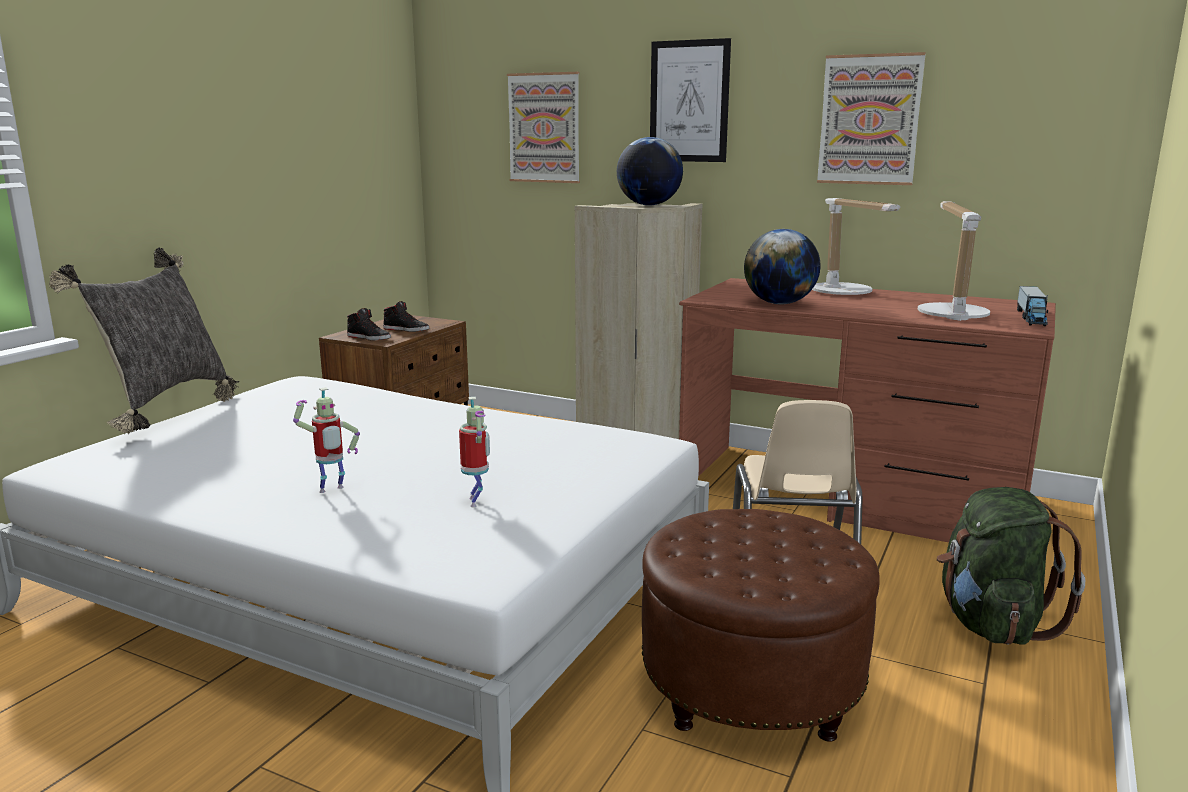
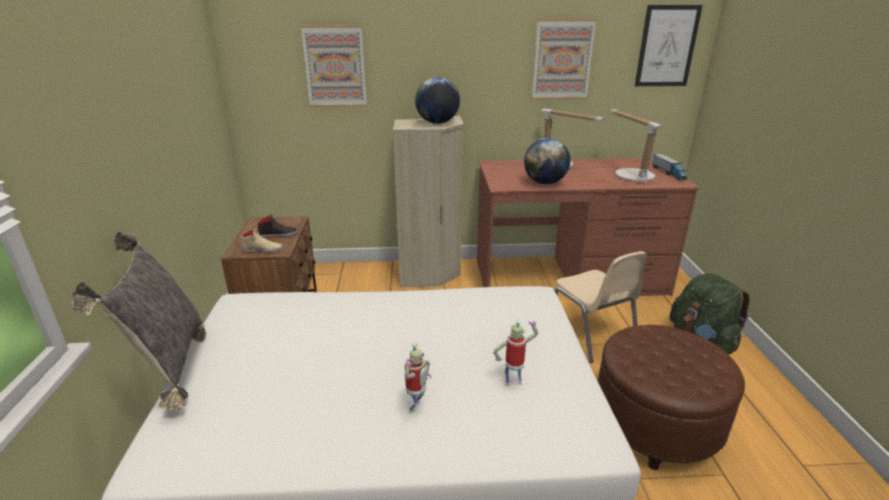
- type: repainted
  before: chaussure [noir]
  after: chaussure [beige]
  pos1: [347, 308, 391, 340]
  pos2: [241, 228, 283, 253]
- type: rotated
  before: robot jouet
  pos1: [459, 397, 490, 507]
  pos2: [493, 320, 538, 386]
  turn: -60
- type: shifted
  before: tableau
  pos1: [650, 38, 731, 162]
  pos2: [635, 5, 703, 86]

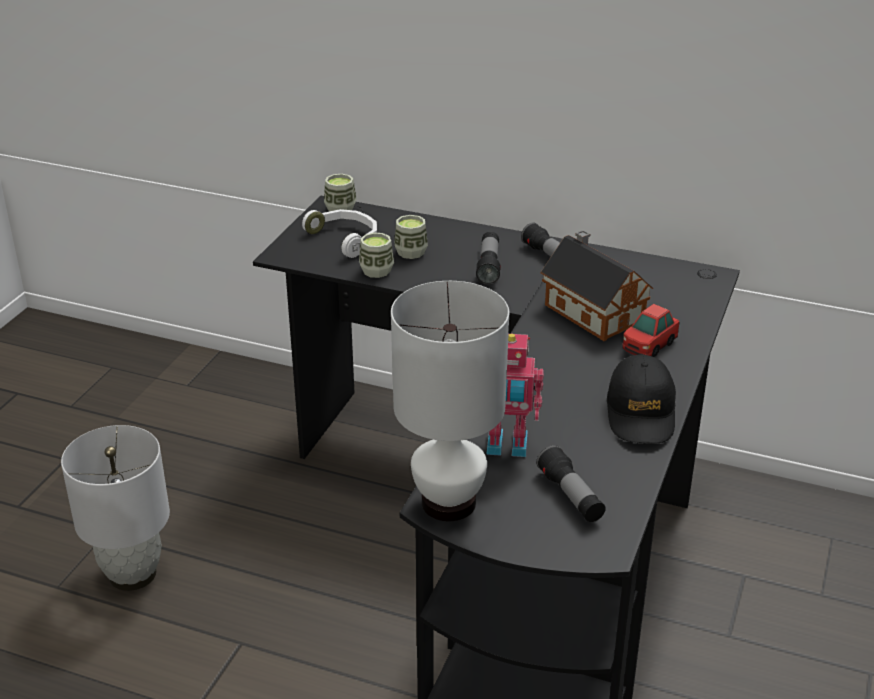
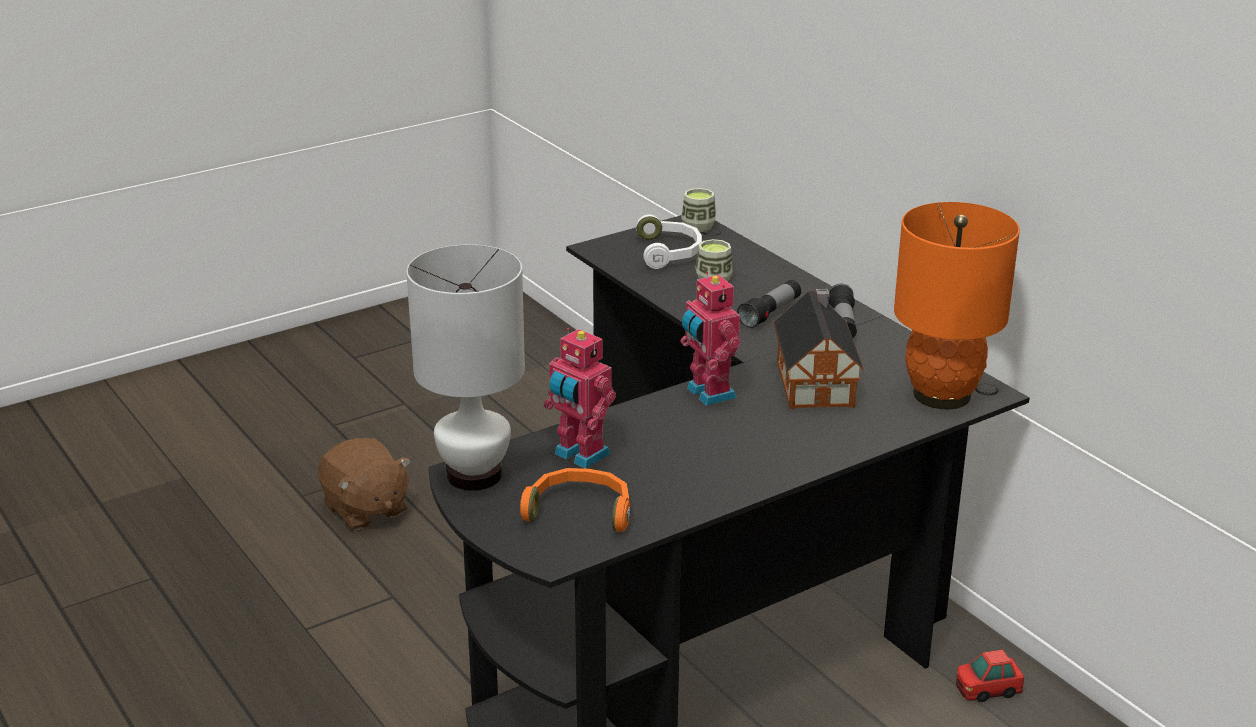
- type: swapped
  before: lampe de table [blanc]
  after: peluche [marron]
  pos1: [61, 425, 170, 591]
  pos2: [318, 438, 411, 530]
- type: gone
  before: tasse
  pos1: [359, 233, 394, 278]
- type: swapped
  before: lampe de poche
  after: casque audio [orange]
  pos1: [536, 445, 606, 522]
  pos2: [520, 468, 630, 532]
- type: gone
  before: casquette [noir]
  pos1: [607, 354, 676, 444]
- type: shifted
  before: petite voiture
  pos1: [622, 304, 680, 357]
  pos2: [956, 650, 1024, 702]
- type: new
  after: robot jouet
  pos2: [681, 272, 740, 406]
- type: new
  after: lampe de table [orange]
  pos2: [894, 202, 1020, 409]

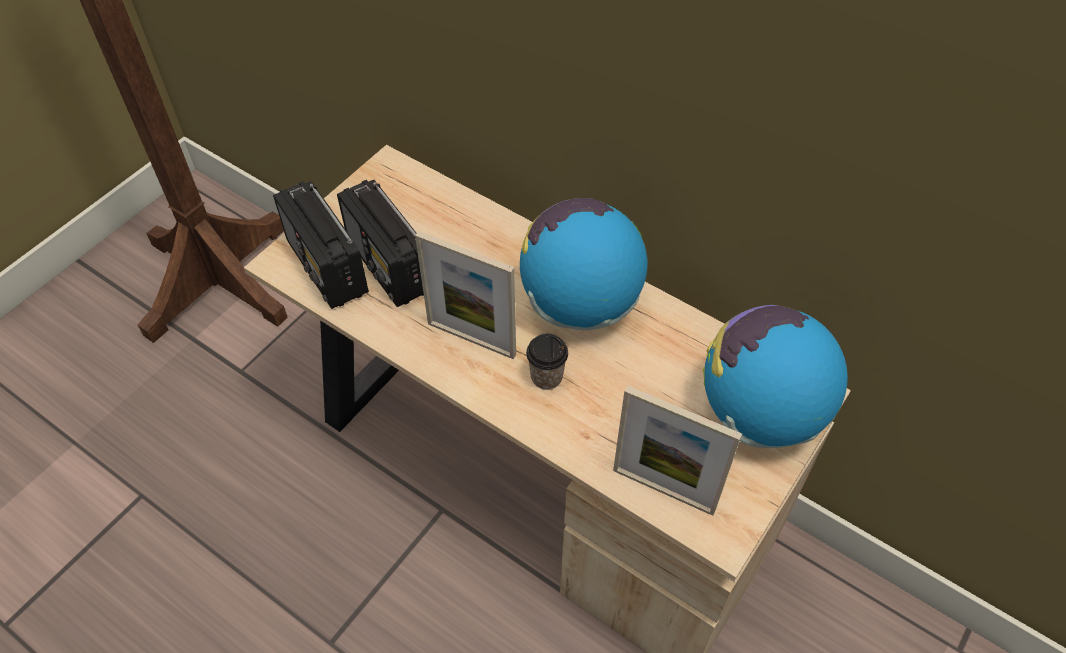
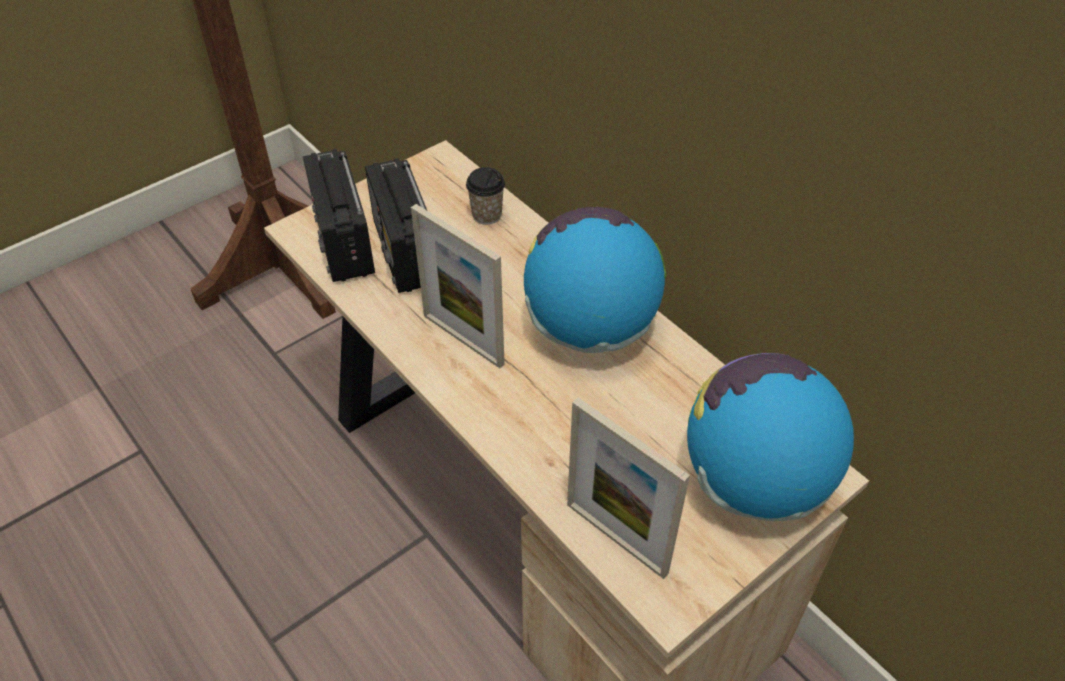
- type: shifted
  before: tasse
  pos1: [526, 334, 568, 390]
  pos2: [466, 167, 505, 225]

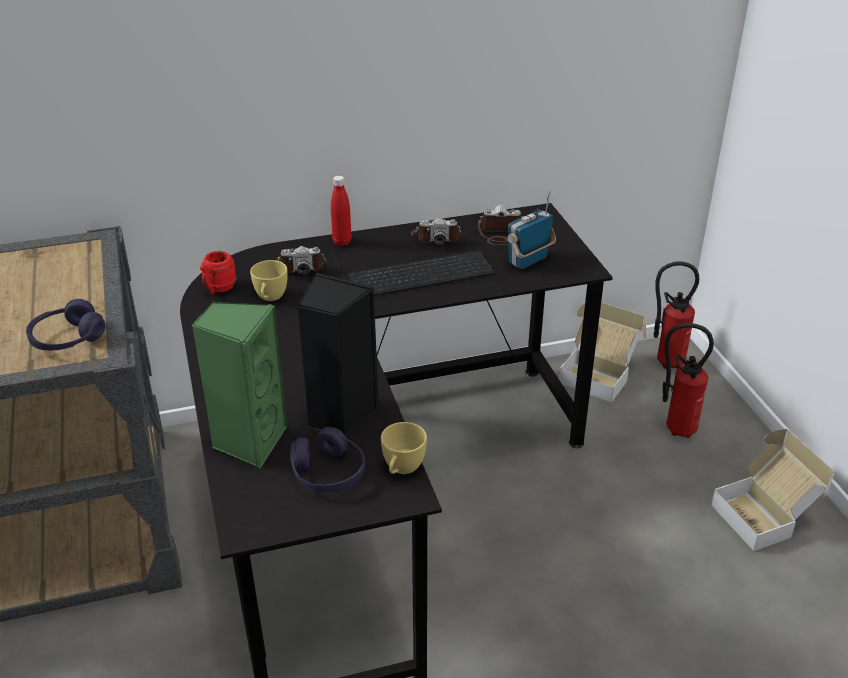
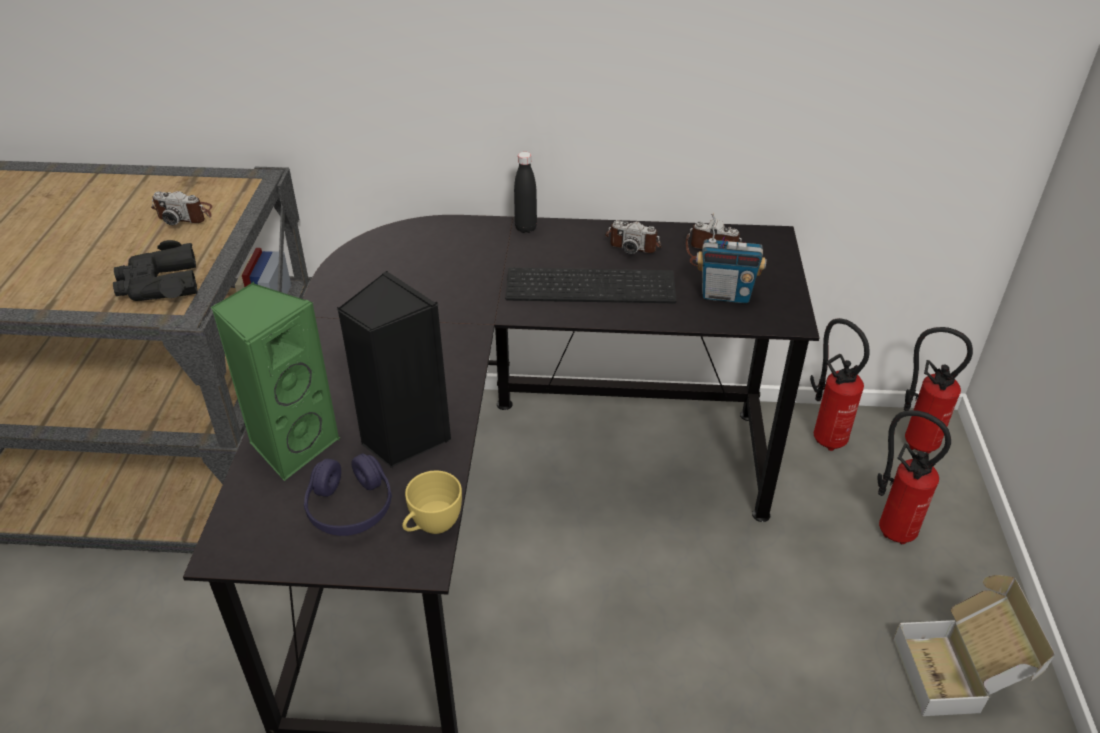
- type: swapped
  before: casque audio [violet]
  after: jumelles [noir]
  pos1: [26, 299, 105, 350]
  pos2: [113, 240, 198, 301]
- type: gone
  before: mug [rouge]
  pos1: [200, 251, 237, 295]
- type: gone
  before: tasse [jaune]
  pos1: [250, 260, 288, 301]
- type: shifted
  before: appareil photo
  pos1: [275, 246, 327, 275]
  pos2: [151, 191, 213, 225]
- type: repainted
  before: bouteille [rouge]
  after: bouteille [noir]
  pos1: [331, 176, 352, 246]
  pos2: [514, 152, 537, 233]
- type: rotated
  before: radio
  pos1: [508, 191, 556, 269]
  pos2: [696, 213, 766, 303]
  turn: -150
- type: swapped
  before: carton
  after: extincteur
  pos1: [558, 302, 646, 403]
  pos2: [810, 318, 870, 451]

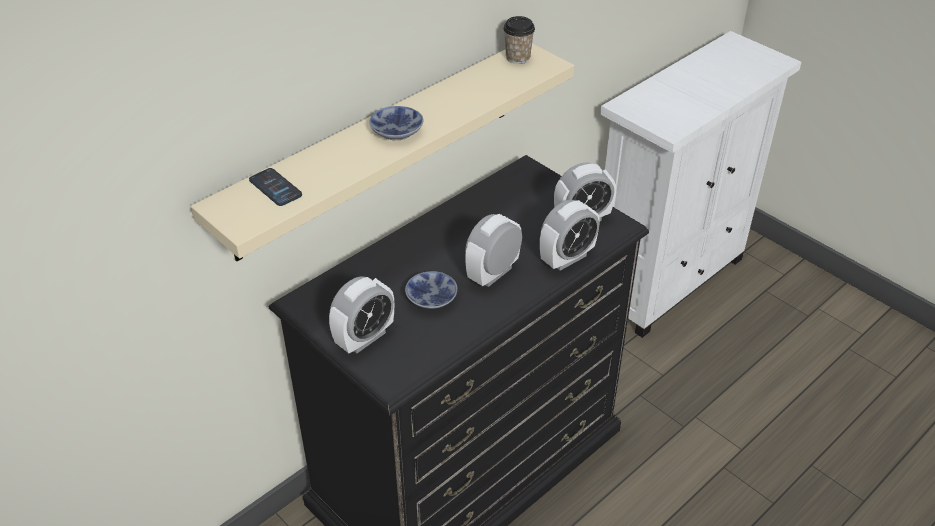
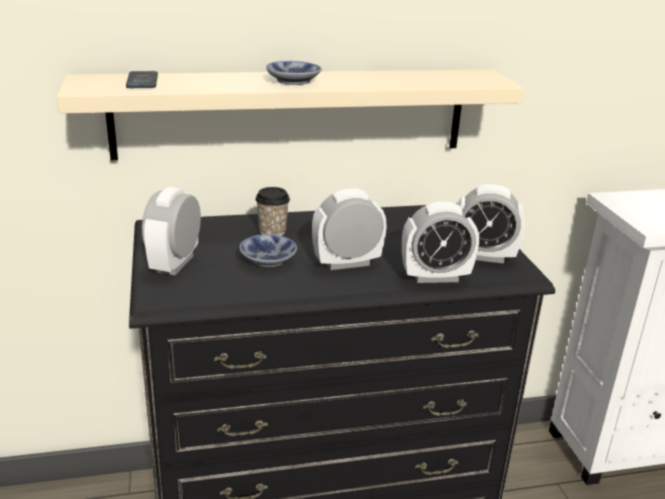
- type: rotated
  before: réveil
  pos1: [329, 276, 394, 353]
  pos2: [142, 187, 201, 275]
  turn: 120
- type: shifted
  before: tasse
  pos1: [503, 16, 535, 64]
  pos2: [255, 187, 290, 236]

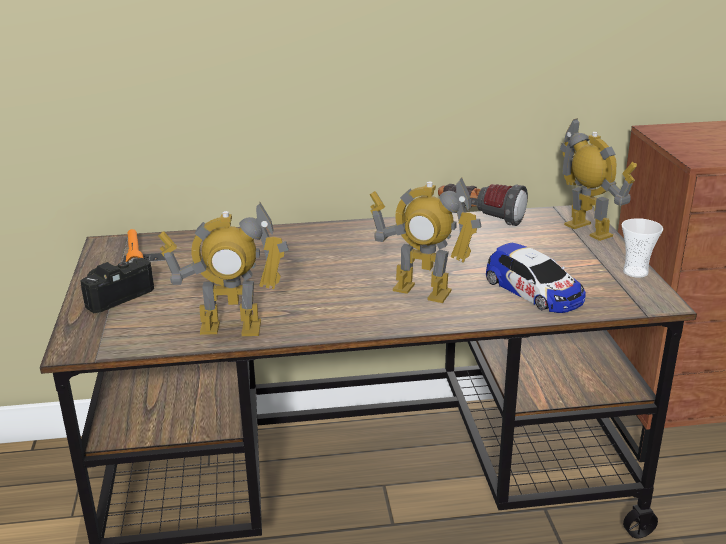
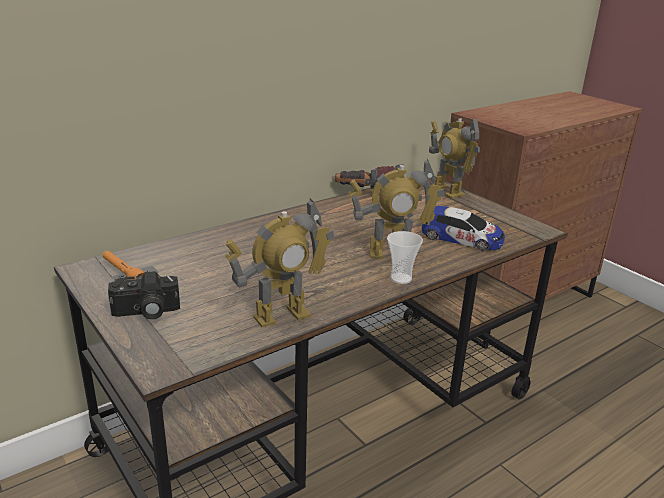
- type: rotated
  before: appareil photo
  pos1: [80, 258, 154, 313]
  pos2: [108, 271, 180, 320]
  turn: -120
- type: rotated
  before: robot jouet
  pos1: [560, 118, 637, 241]
  pos2: [429, 118, 480, 199]
  turn: -150
- type: shifted
  before: tasse
  pos1: [622, 218, 663, 278]
  pos2: [387, 231, 423, 284]

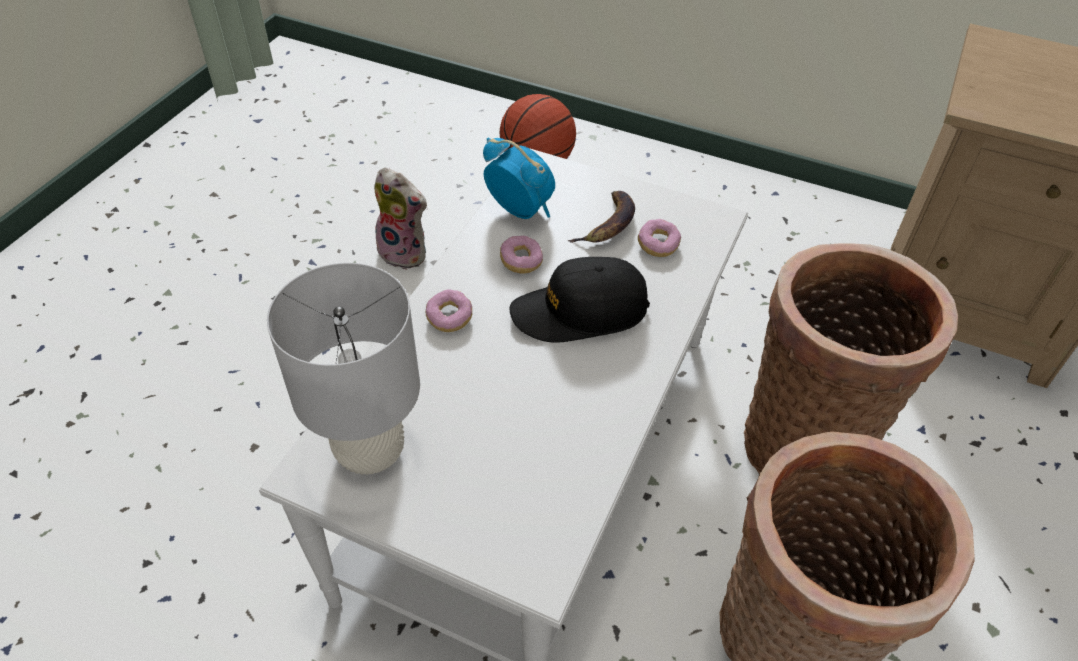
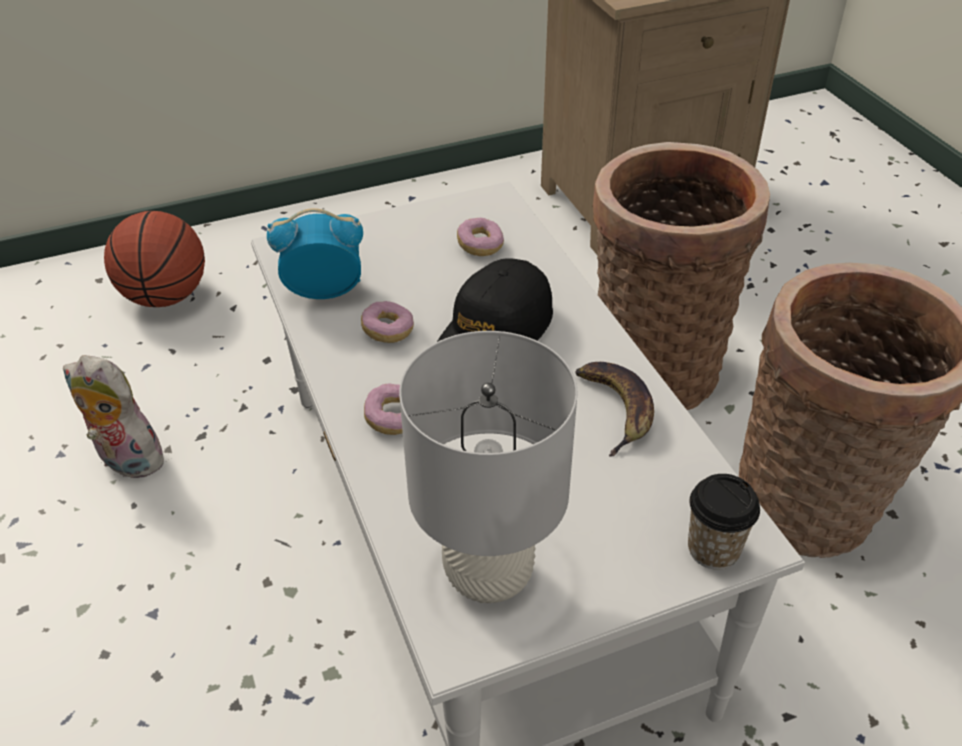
- type: rotated
  before: peluche
  pos1: [374, 167, 428, 270]
  pos2: [63, 355, 166, 478]
  turn: -135
- type: shifted
  before: banane
  pos1: [568, 191, 635, 243]
  pos2: [575, 362, 654, 457]
- type: new
  after: tasse
  pos2: [688, 474, 760, 570]

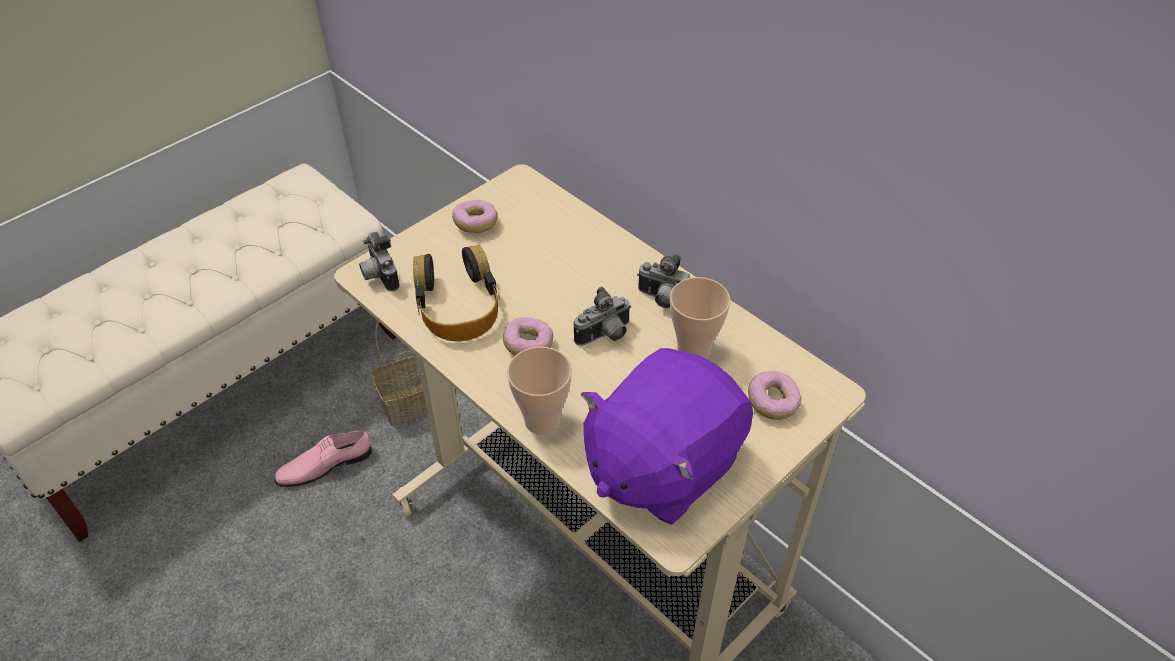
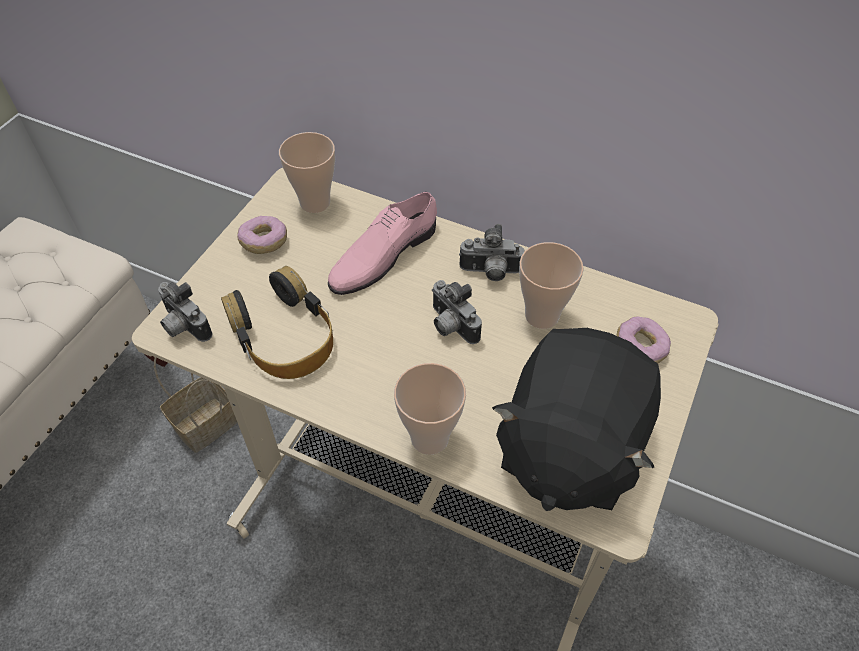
- type: shifted
  before: chaussure [rose]
  pos1: [275, 431, 372, 487]
  pos2: [328, 192, 437, 295]
- type: gone
  before: beignet
  pos1: [503, 317, 553, 355]
- type: rotated
  before: appareil photo
  pos1: [574, 287, 631, 346]
  pos2: [432, 280, 482, 344]
  turn: 105
- type: repainted
  before: peluche [violet]
  after: peluche [noir]
  pos1: [581, 348, 753, 525]
  pos2: [492, 328, 661, 511]
- type: new
  after: tasse
  pos2: [279, 132, 335, 213]

